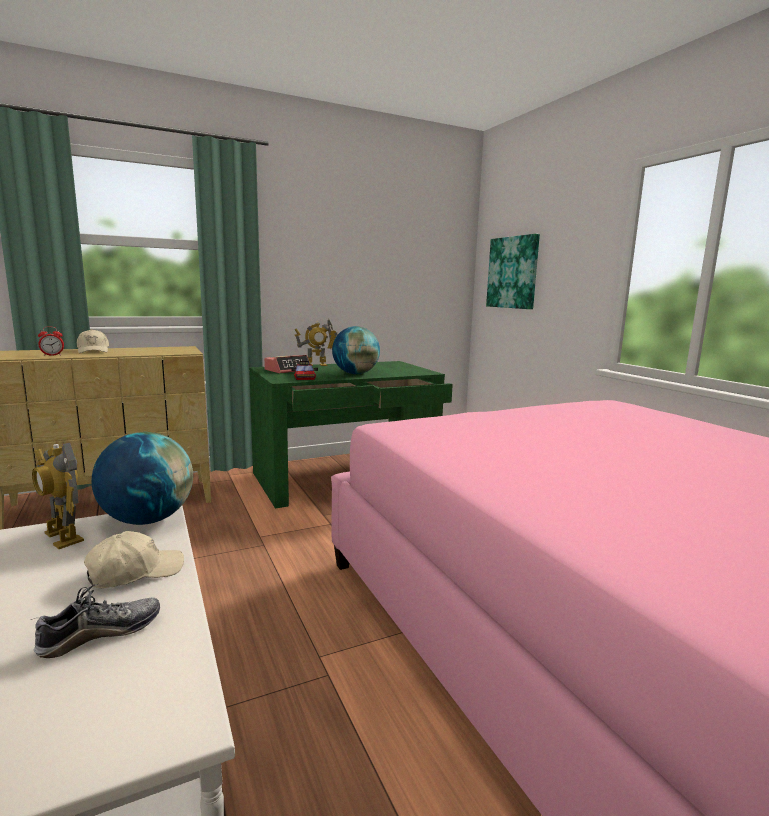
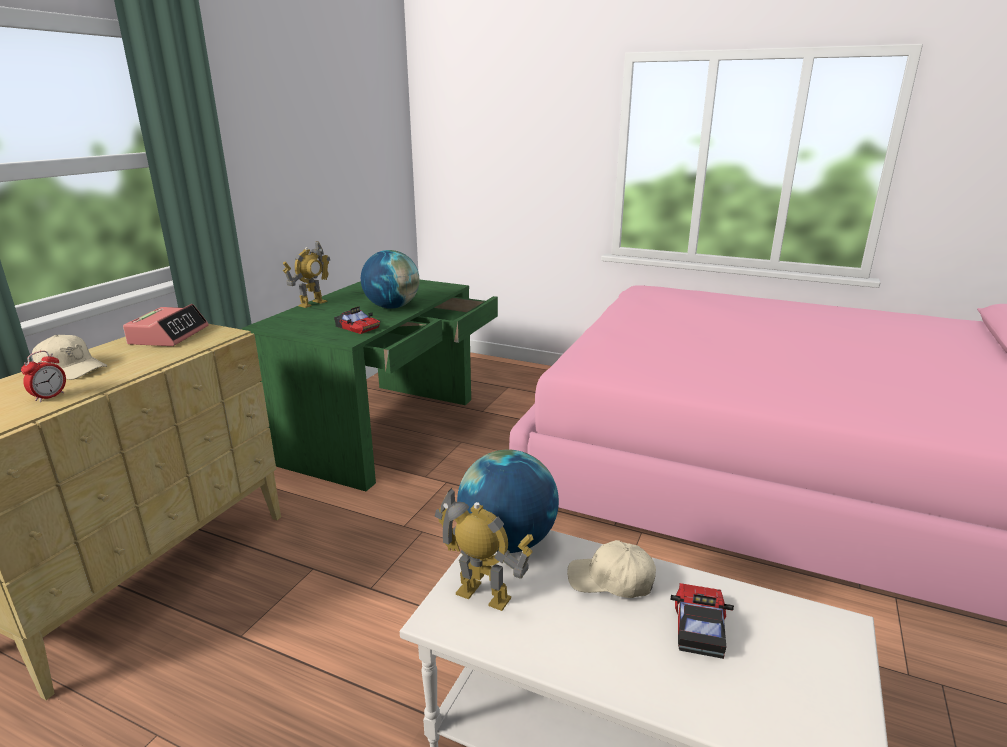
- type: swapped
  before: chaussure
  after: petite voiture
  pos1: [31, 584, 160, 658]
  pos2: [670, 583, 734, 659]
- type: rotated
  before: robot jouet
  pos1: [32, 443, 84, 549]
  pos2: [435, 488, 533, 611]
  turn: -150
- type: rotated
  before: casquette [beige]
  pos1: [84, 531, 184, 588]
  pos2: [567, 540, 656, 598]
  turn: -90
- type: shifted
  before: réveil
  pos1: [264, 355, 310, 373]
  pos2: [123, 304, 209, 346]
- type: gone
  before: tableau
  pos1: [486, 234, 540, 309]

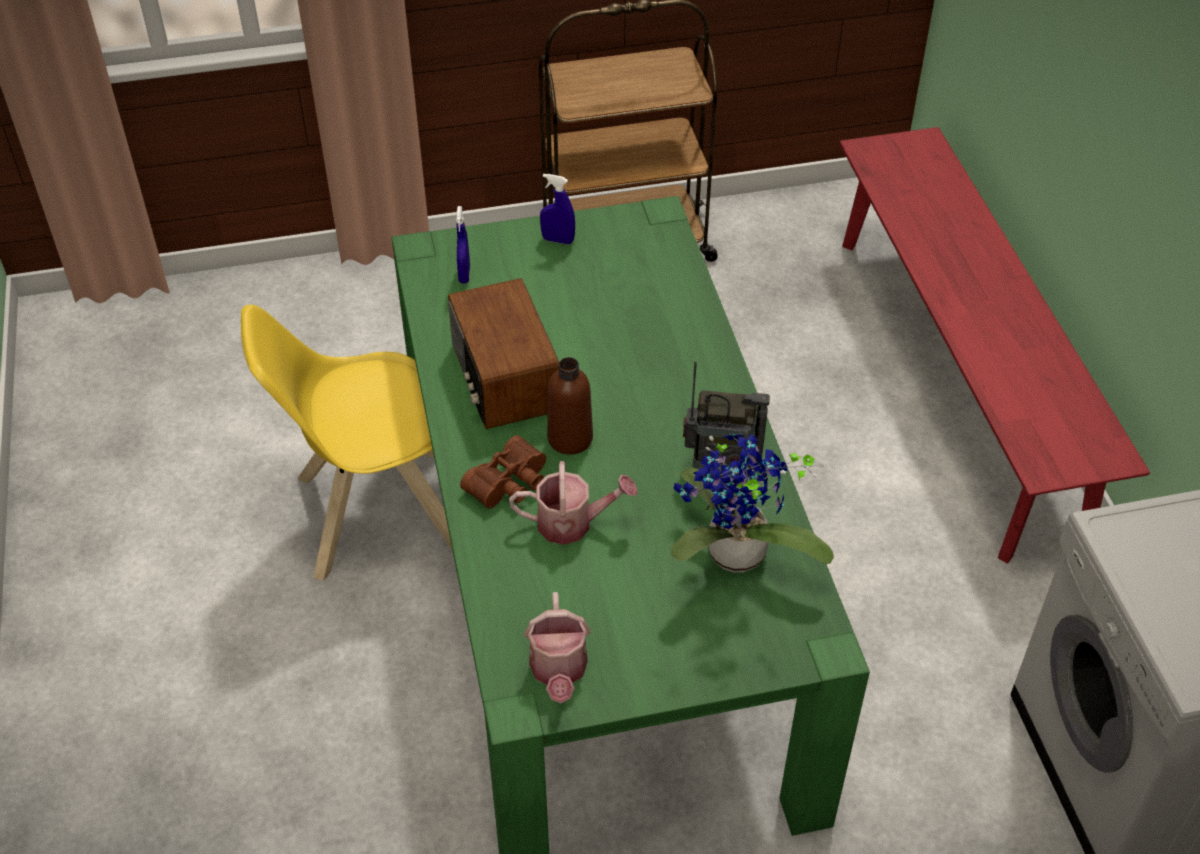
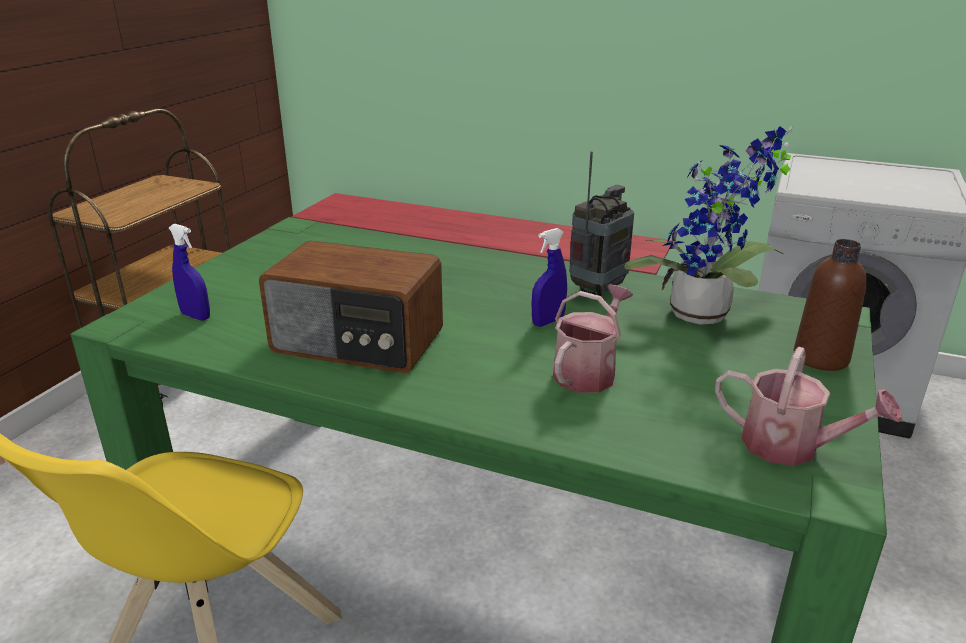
- type: gone
  before: jumelles [marron]
  pos1: [460, 435, 546, 509]
- type: shifted
  before: vaporisateur [bleu]
  pos1: [540, 174, 575, 244]
  pos2: [532, 228, 567, 327]
- type: shifted
  before: bouteille [marron]
  pos1: [547, 357, 593, 455]
  pos2: [794, 239, 867, 371]

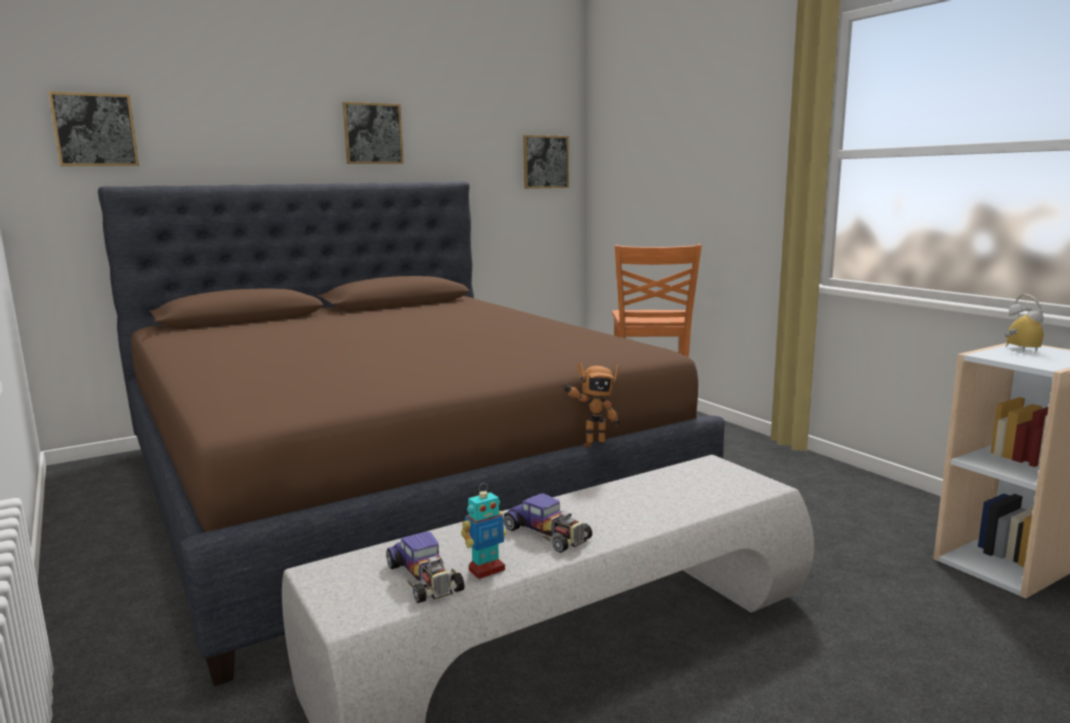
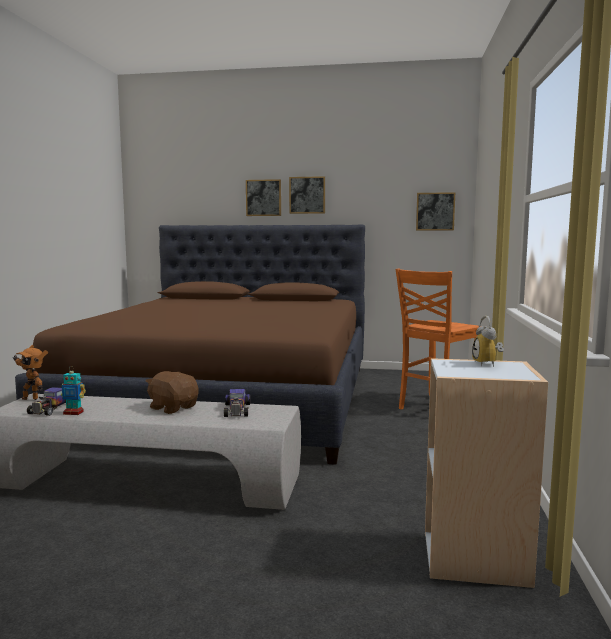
- type: shifted
  before: tableau
  pos1: [48, 91, 139, 166]
  pos2: [246, 179, 281, 216]
- type: shifted
  before: petite voiture
  pos1: [504, 493, 592, 553]
  pos2: [224, 389, 250, 417]
- type: shifted
  before: robot jouet
  pos1: [563, 363, 619, 447]
  pos2: [13, 345, 48, 400]
- type: rotated
  before: réveil
  pos1: [1005, 294, 1044, 352]
  pos2: [472, 316, 504, 367]
  turn: 150
- type: new
  after: peluche [marron]
  pos2: [146, 371, 199, 414]

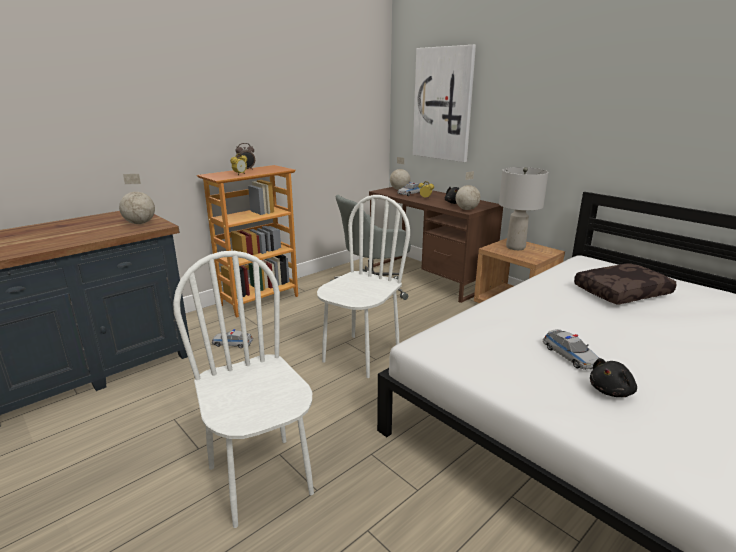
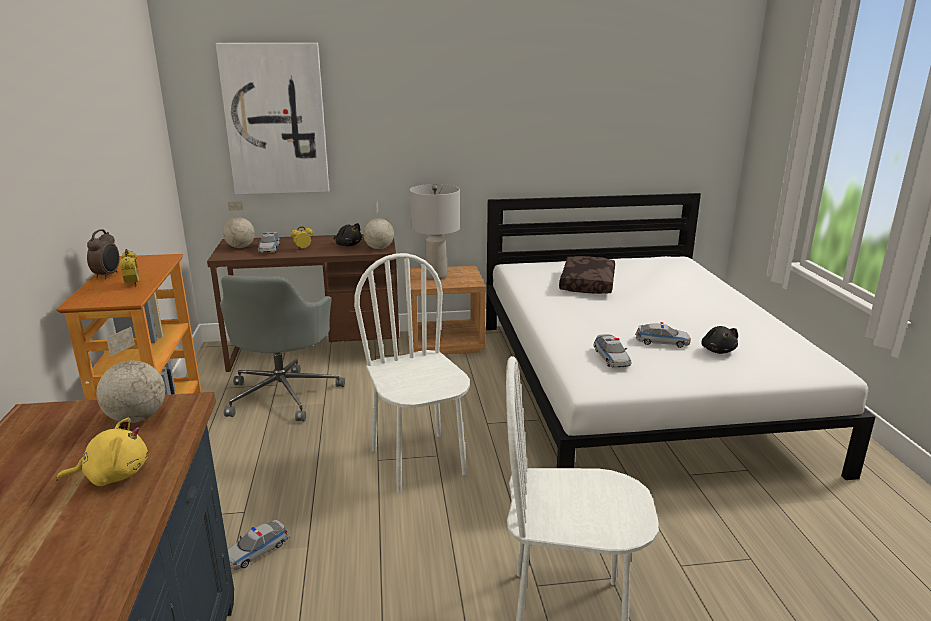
- type: new
  after: peluche [jaune]
  pos2: [56, 417, 148, 486]
- type: new
  after: petite voiture
  pos2: [593, 334, 631, 368]

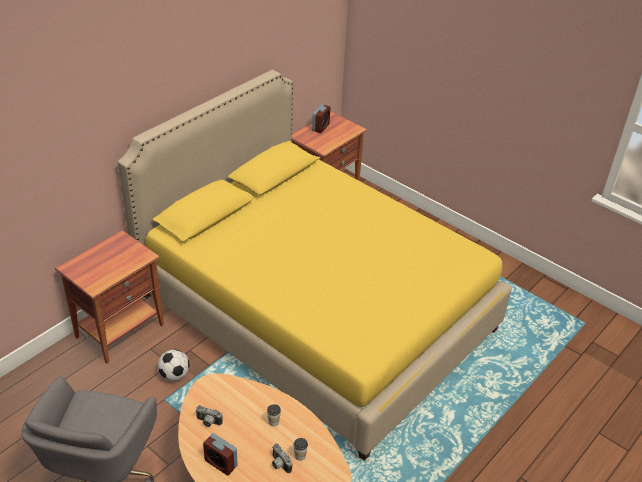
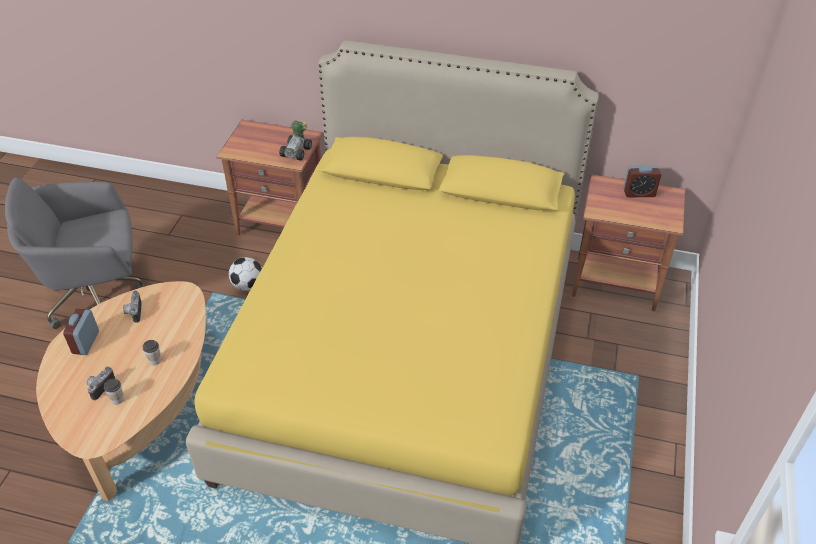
- type: new
  after: petite voiture
  pos2: [279, 121, 312, 161]

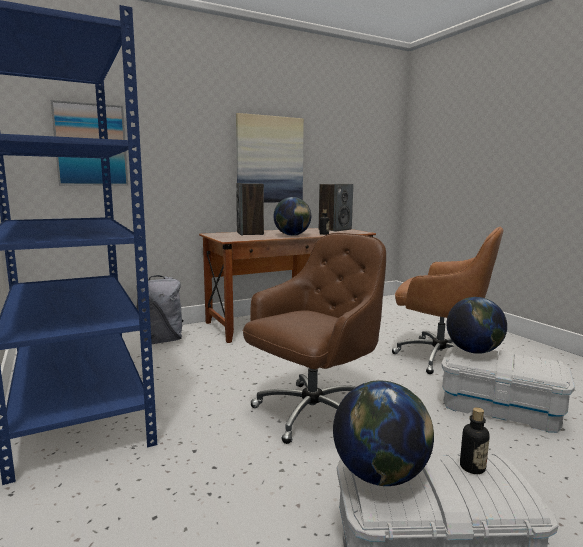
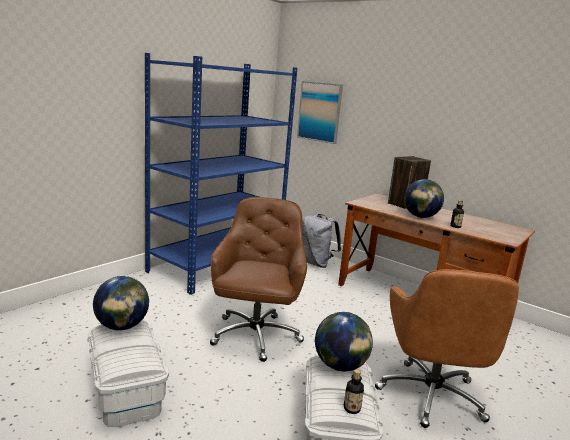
- type: gone
  before: tableau
  pos1: [236, 113, 304, 203]
- type: rotated
  before: chaise de bureau [marron]
  pos1: [243, 233, 386, 444]
  pos2: [210, 197, 307, 362]
  turn: -105
- type: gone
  before: enceinte
  pos1: [319, 184, 353, 232]
- type: shifted
  before: bouteille
  pos1: [460, 407, 490, 474]
  pos2: [344, 369, 364, 414]

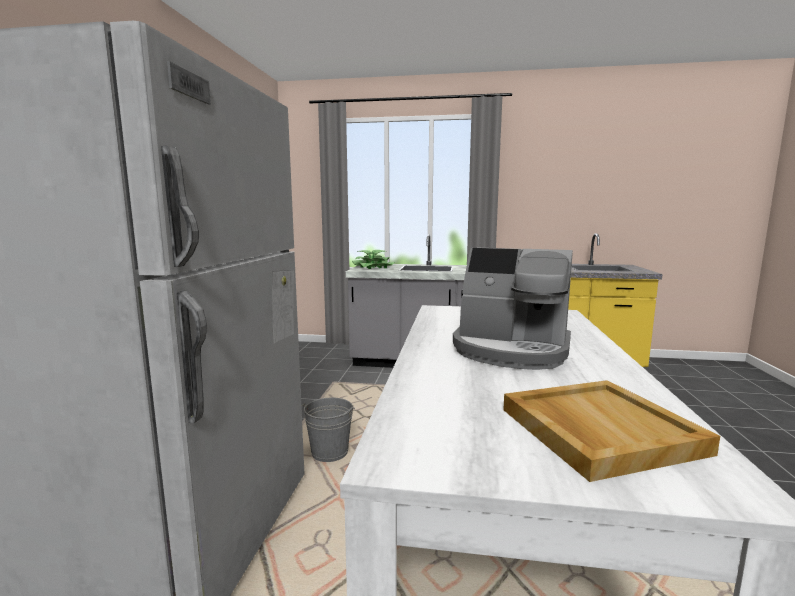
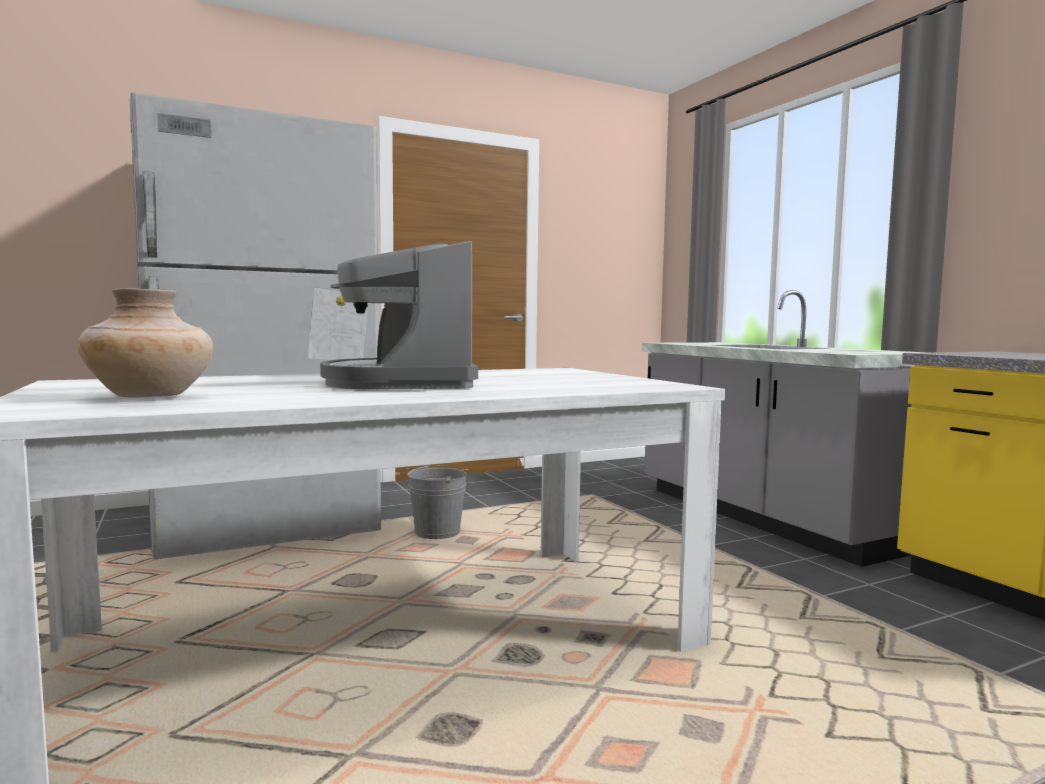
- type: gone
  before: plante en pot
  pos1: [352, 250, 395, 269]
- type: swapped
  before: plateau [beige]
  after: vase [beige]
  pos1: [503, 380, 720, 482]
  pos2: [77, 288, 213, 397]

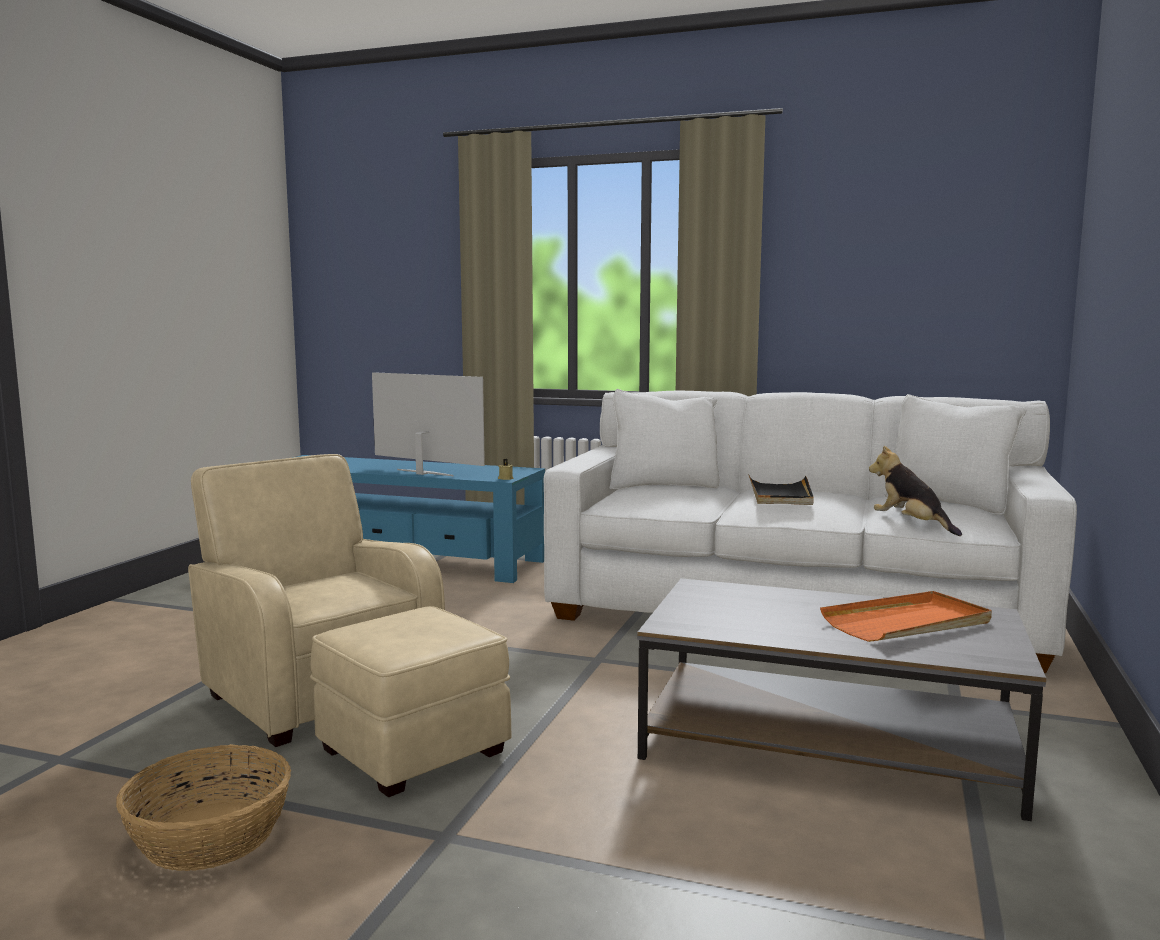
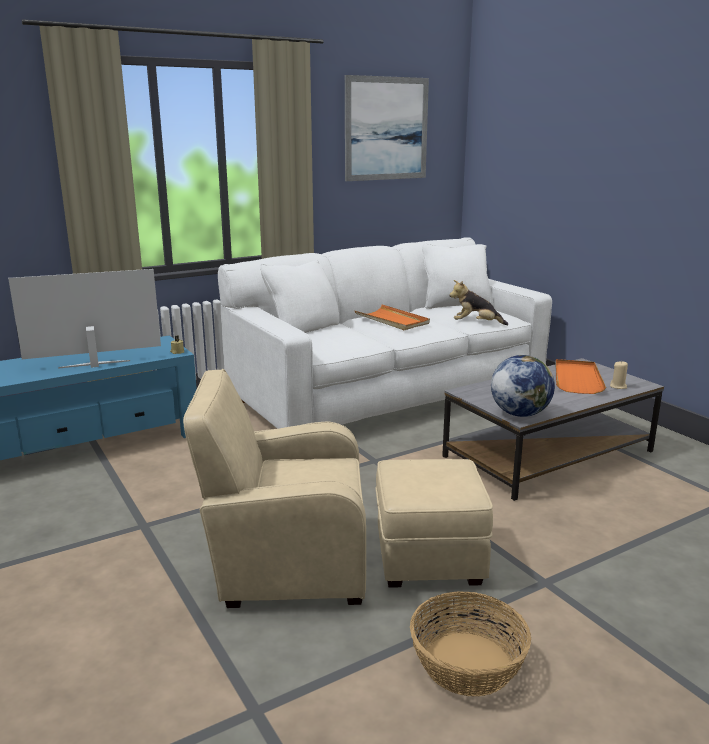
- type: repainted
  before: plateau [noir]
  after: plateau [orange]
  pos1: [748, 474, 814, 505]
  pos2: [355, 304, 430, 330]
- type: new
  after: tableau
  pos2: [345, 75, 429, 181]
- type: new
  after: globe
  pos2: [491, 355, 555, 417]
- type: new
  after: bougie [beige]
  pos2: [610, 361, 628, 389]

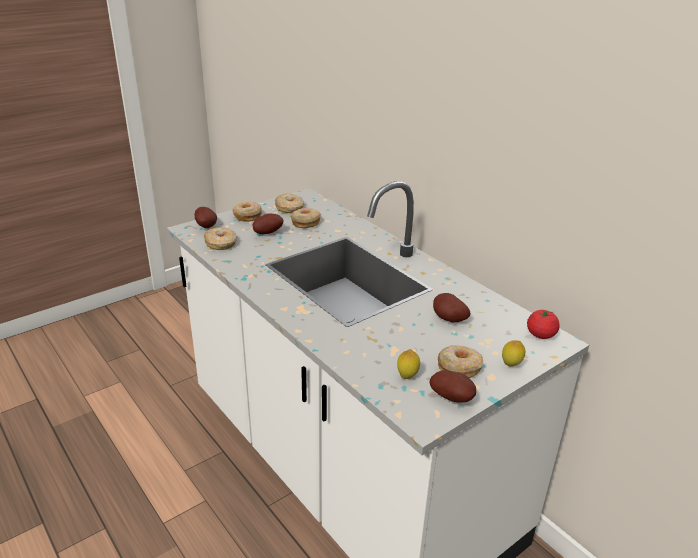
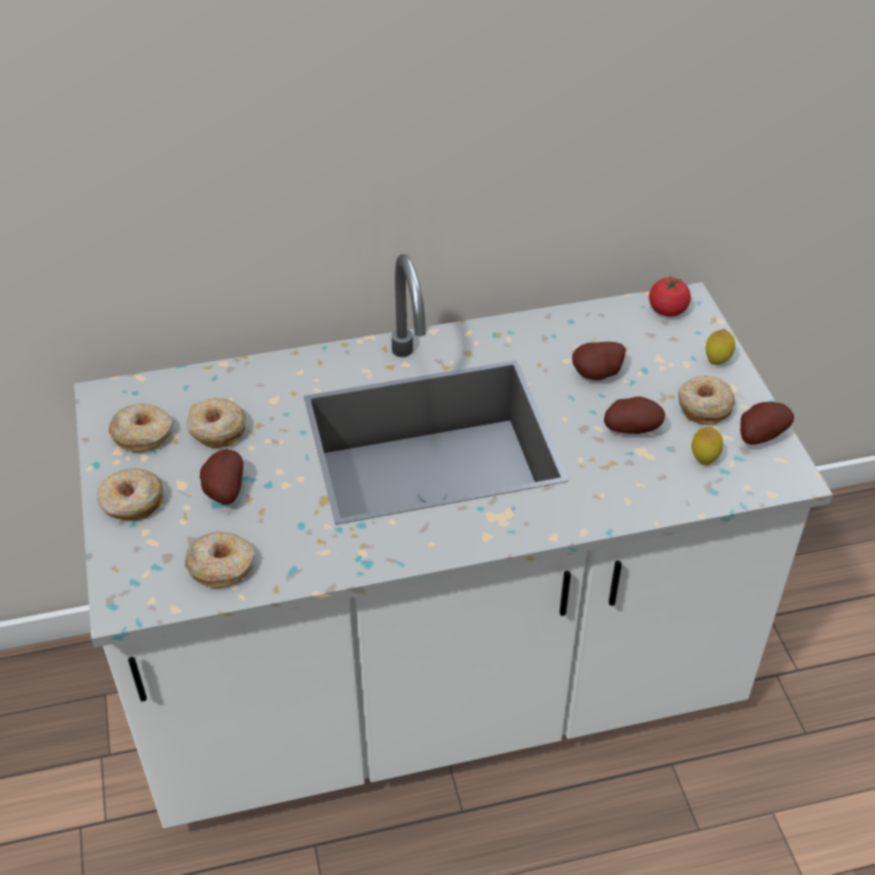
- type: shifted
  before: pomme de terre
  pos1: [195, 207, 217, 228]
  pos2: [604, 397, 665, 434]

